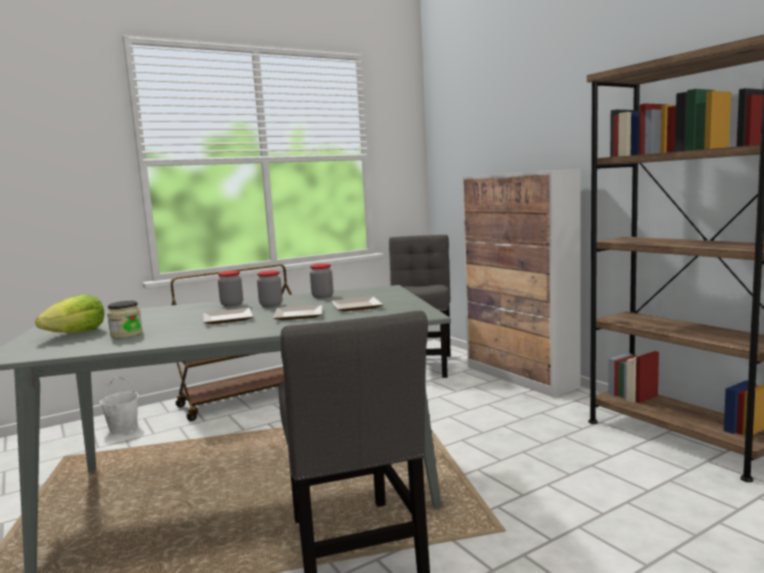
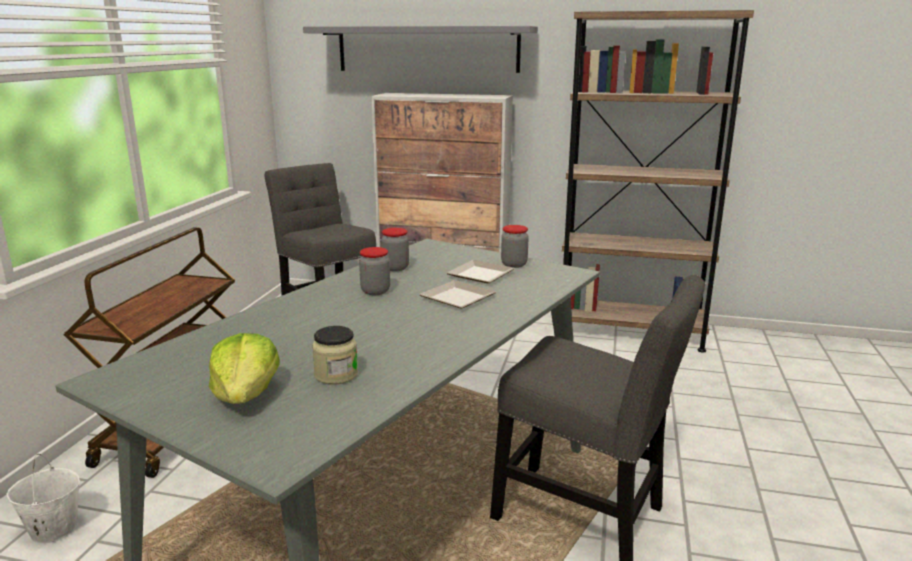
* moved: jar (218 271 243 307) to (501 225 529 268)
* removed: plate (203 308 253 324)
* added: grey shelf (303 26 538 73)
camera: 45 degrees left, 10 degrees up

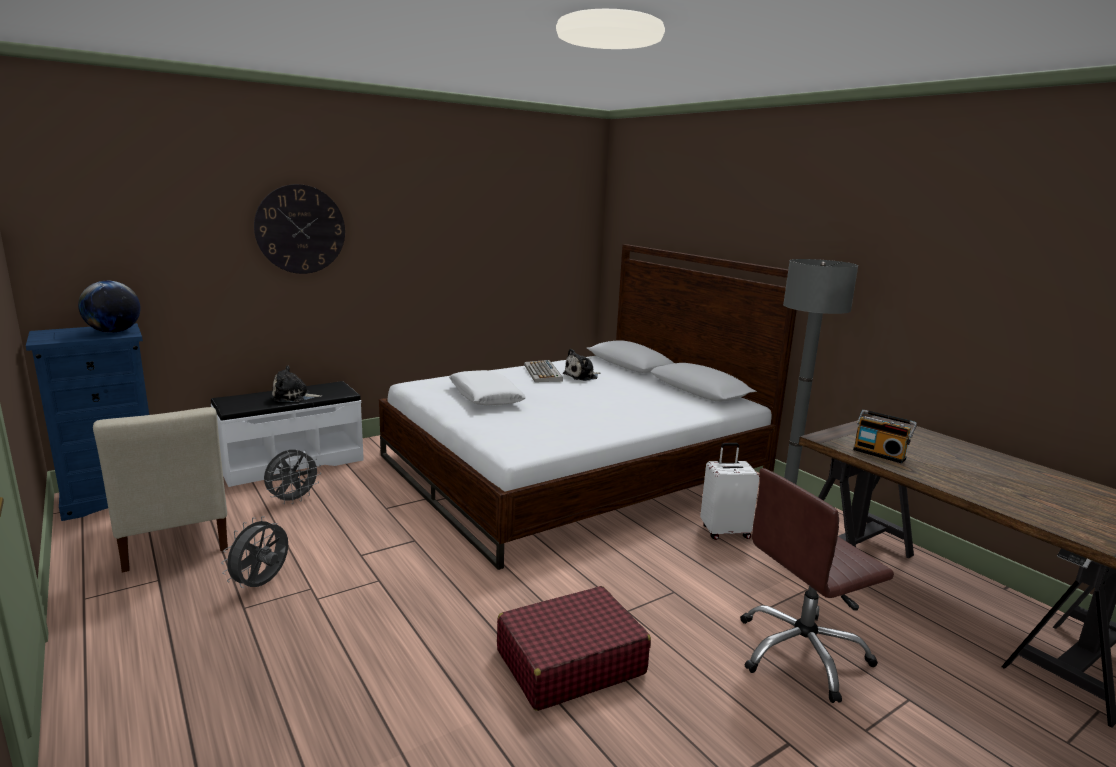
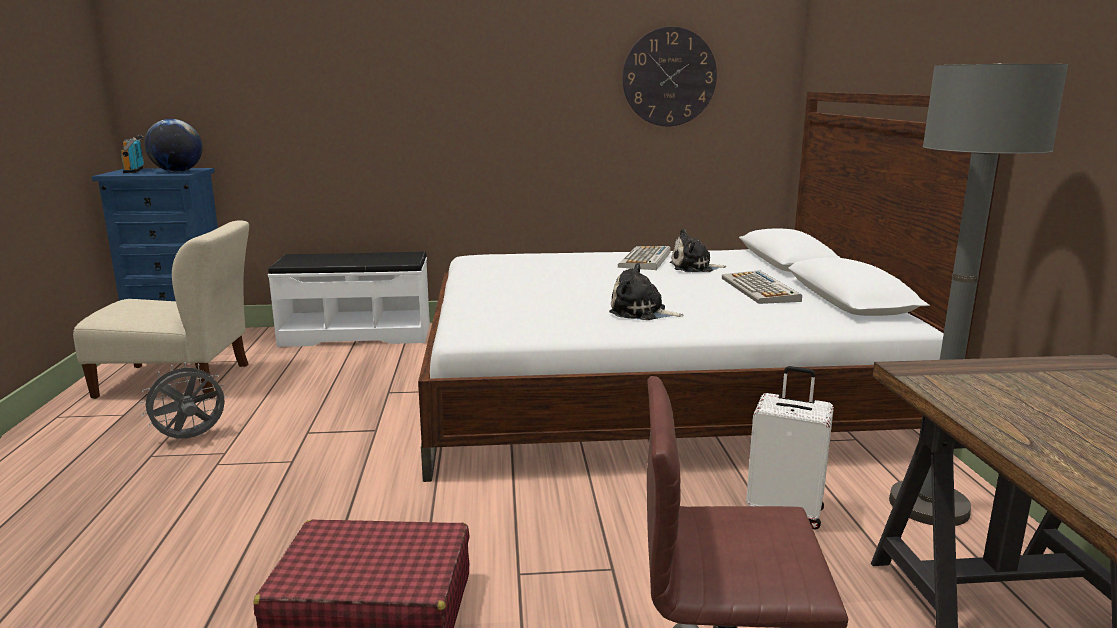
* moved: wall clock (254 184 345 274) to (622 27 717 126)
* moved: plush toy (272 365 322 402) to (609 263 684 320)
* removed: white pillow (449 370 526 405)
* turned: beige chair (93 407 228 572) = (73 221 249 399) 90 degrees counterclockwise
* moved: radio (853 410 917 463) to (121 135 144 173)
* removed: grey fan (264 449 321 504)
* added: keyboard (722 270 802 304)
camera: 30 degrees right, 0 degrees up

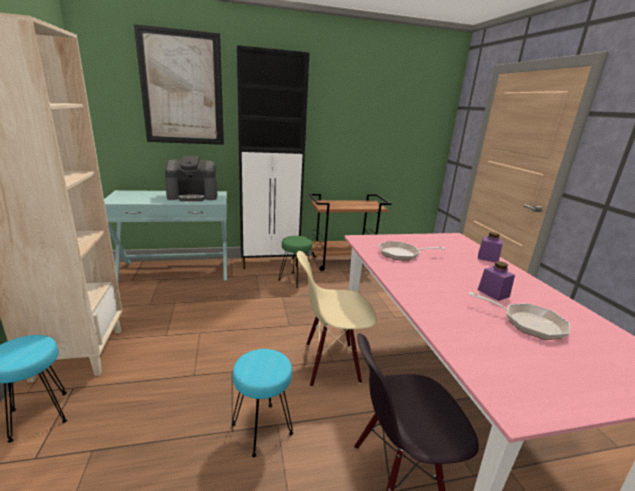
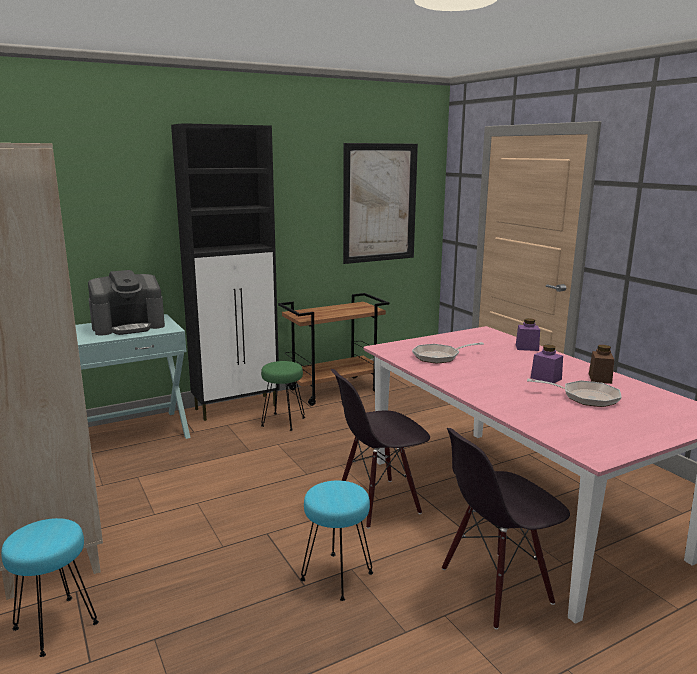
* moved: picture (134 24 224 145) to (343 143 418 264)
* recoloured: beige chair (297 251 377 387) to black chair (331 369 430 529)
* added: brown jar (589 345 614 384)
camera: 15 degrees left, 5 degrees down

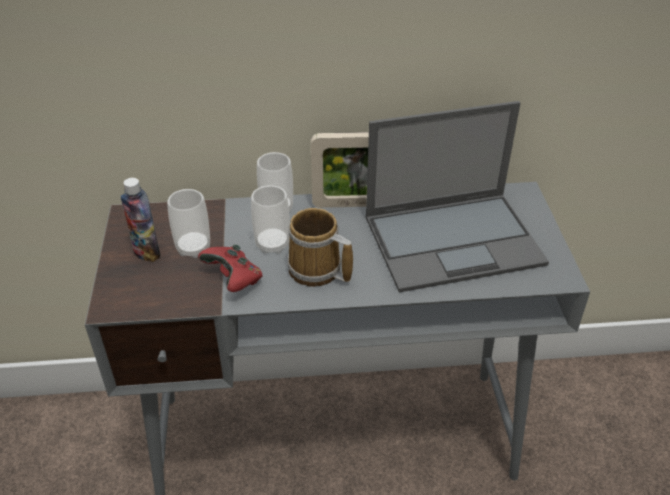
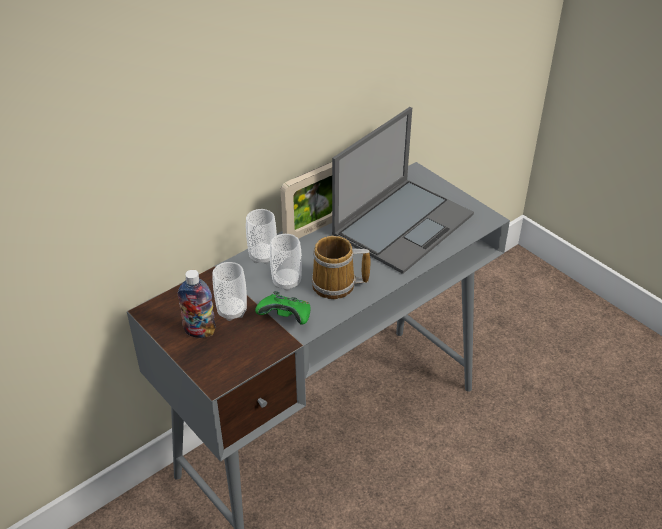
* recoloured: red game controller (198 244 263 292) to green game controller (255 291 310 325)
camera: 35 degrees left, 0 degrees up

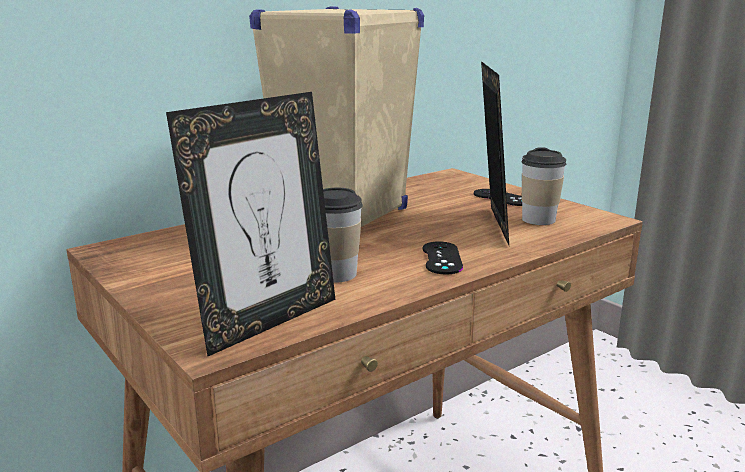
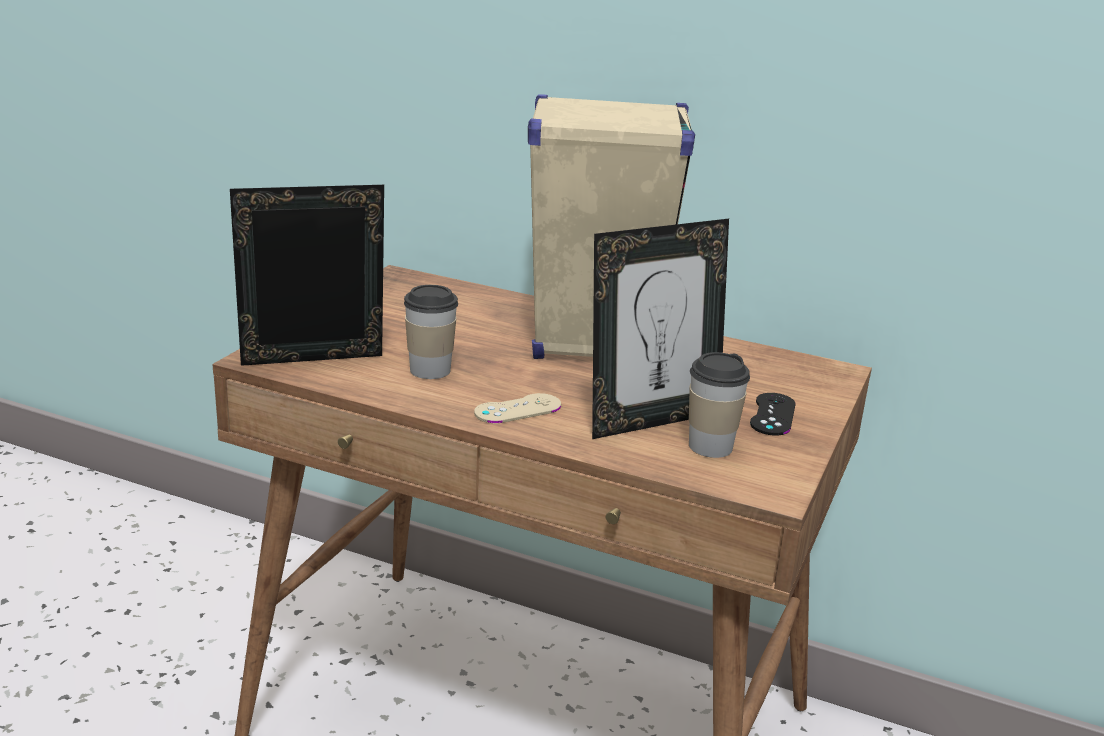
* turned: picture frame (166 92 335 356) = (230 185 384 366) 150 degrees clockwise
* recoloured: black game controller (423 241 463 275) to beige game controller (474 393 561 423)
camera: 60 degrees right, 5 degrees up

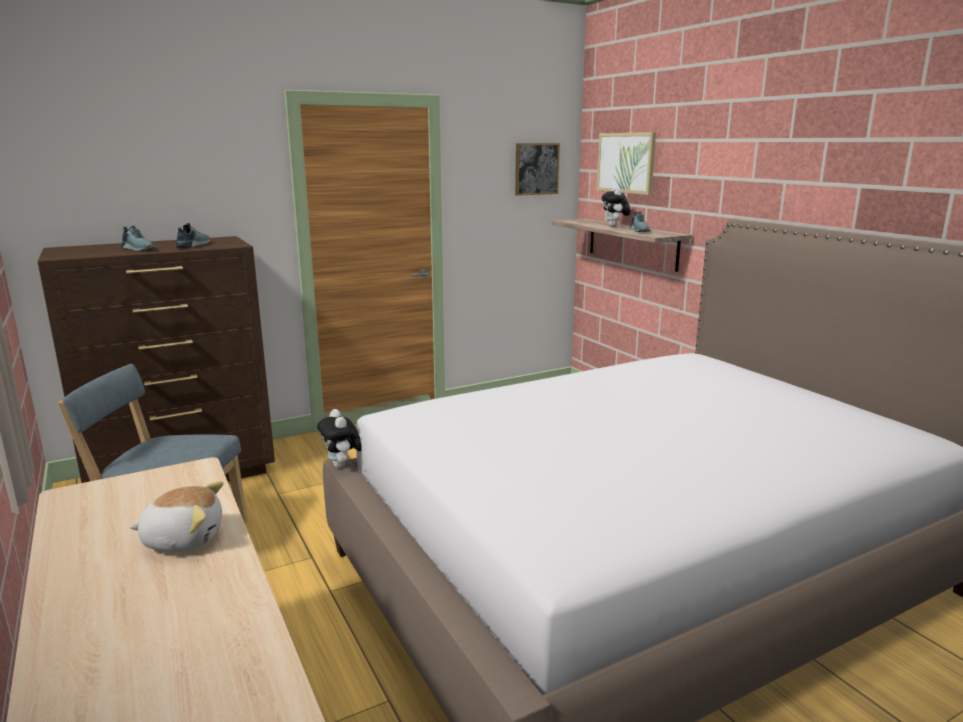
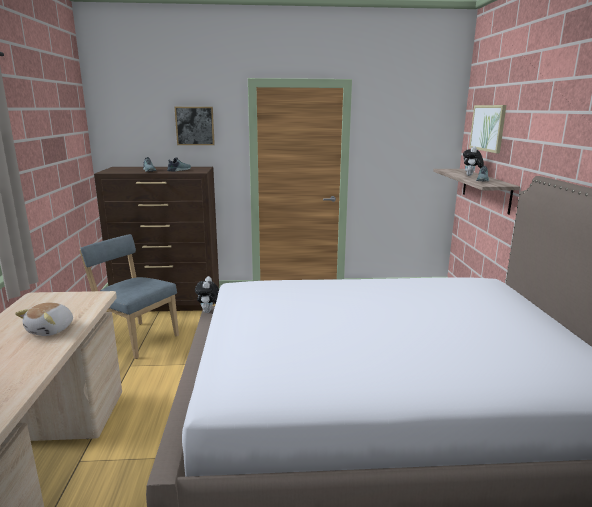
* moved: picture (515 143 560 196) to (175 107 215 145)
* turned: plush toy (130 481 224 552) = (15 303 73 336) 90 degrees clockwise
camera: 25 degrees right, 0 degrees up

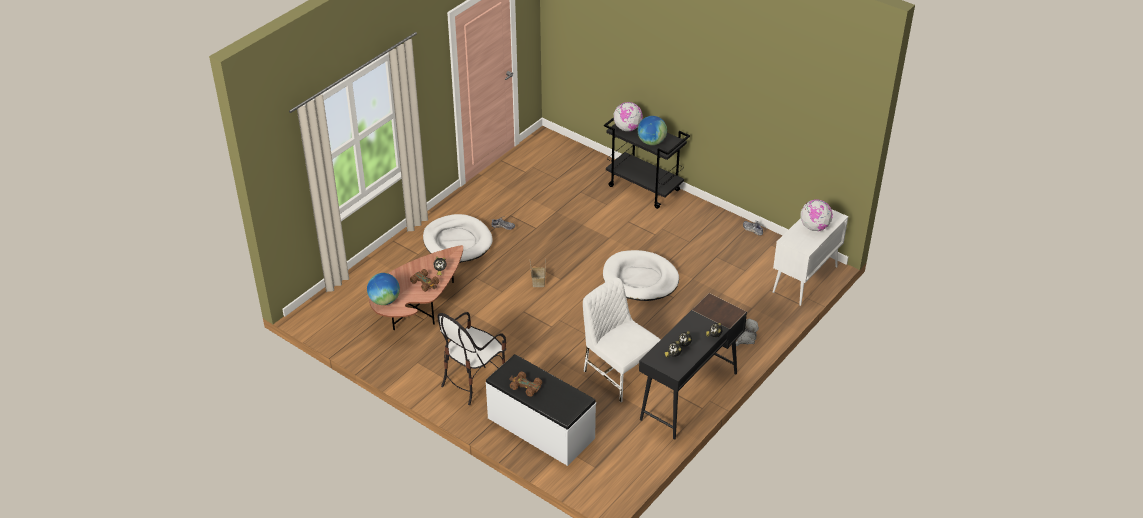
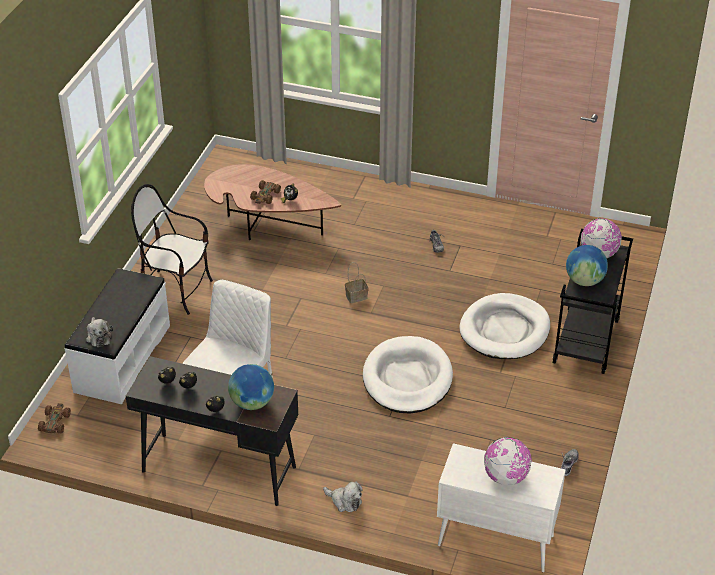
* moved: white dog bed (423 214 493 263) to (459 293 550 359)
* moved: globe (367 273 400 305) to (228 364 274 410)
* moved: brown toy car (510 372 542 397) to (38 403 71 434)
* added: plush toy (86 317 113 347)
camera: 70 degrees right, 0 degrees up

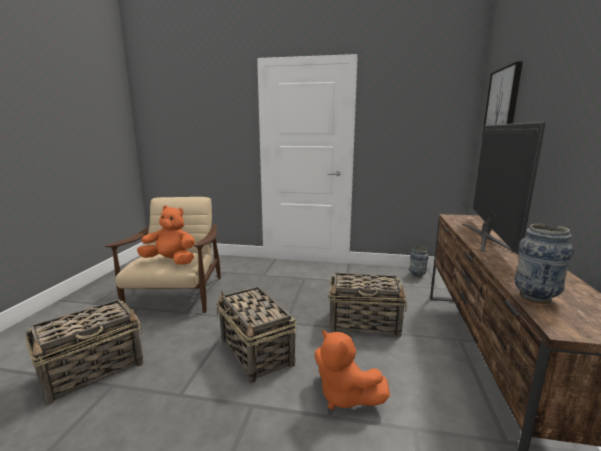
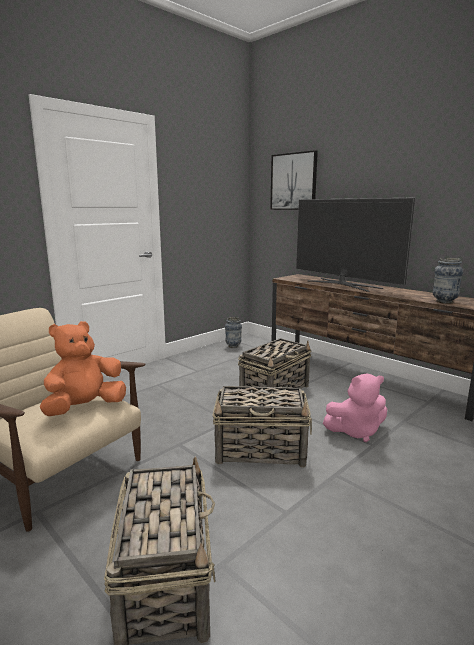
* recoloured: orange plush toy (315 330 390 410) to pink plush toy (323 373 387 442)
camera: 55 degrees left, 0 degrees up

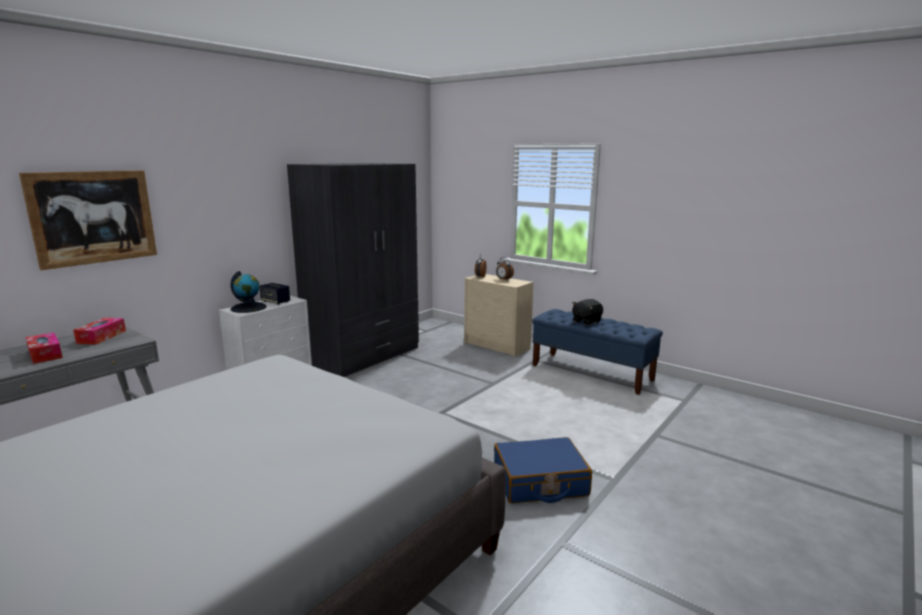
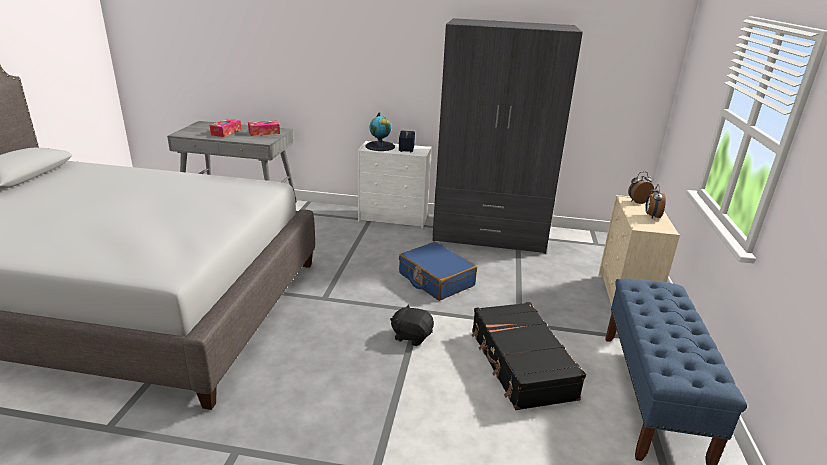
* removed: picture (19 170 157 270)
* moved: black plush toy (572 299 603 325) to (390 304 434 346)
* moved: blue suitcase (494 437 592 503) to (399 242 477 301)
* added: black suitcase (472 302 586 410)
camera: 60 degrees right, 10 degrees up

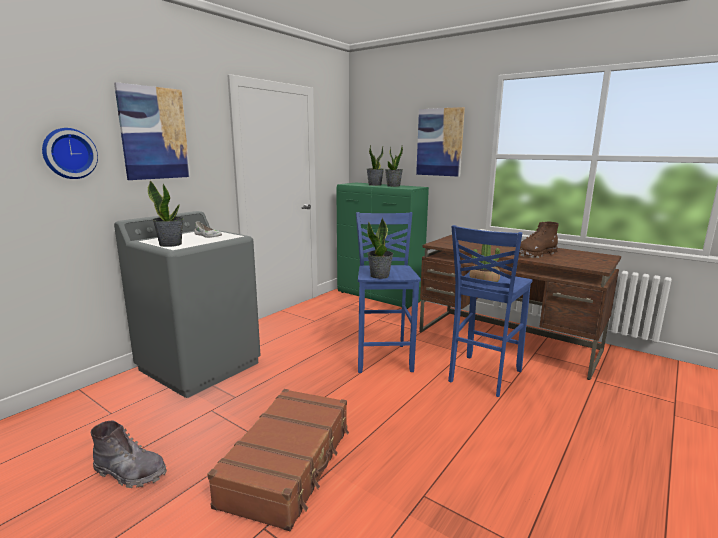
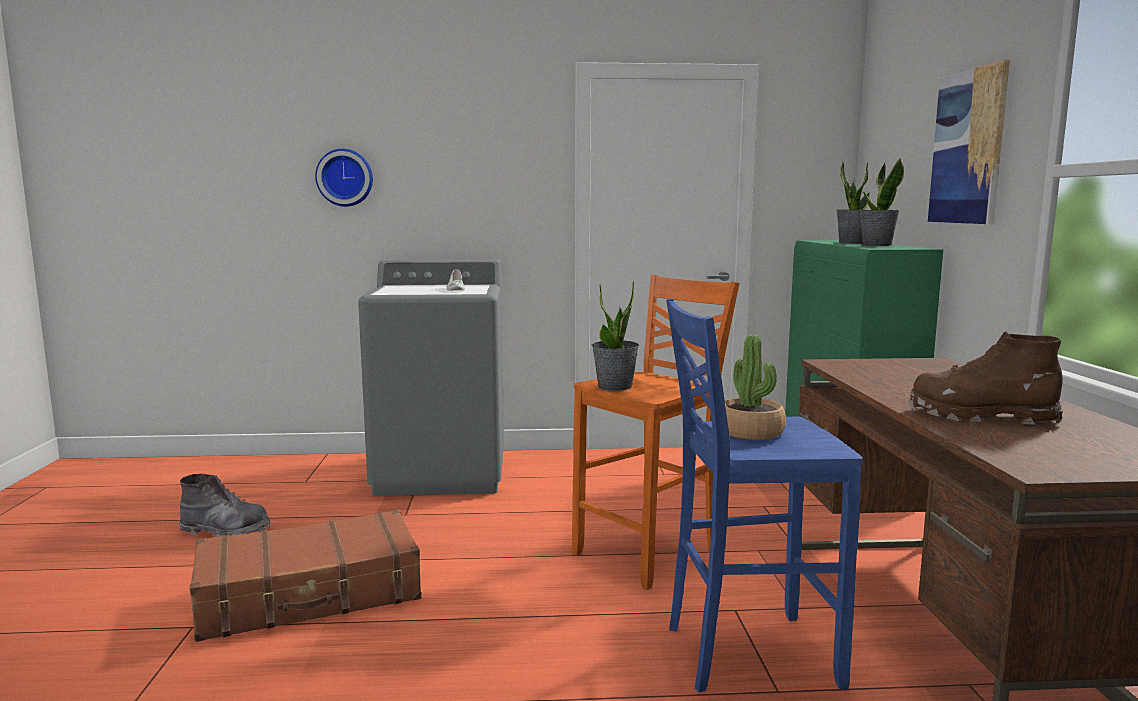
* removed: picture (114 82 190 180)
* removed: potted plant (148 181 184 247)
* recoloured: blue stool (356 212 421 373) to orange stool (572 275 739 590)
* turned: grey boot (91 421 167 488) = (179 474 270 537) 60 degrees counterclockwise
camera: 50 degrees right, 5 degrees down

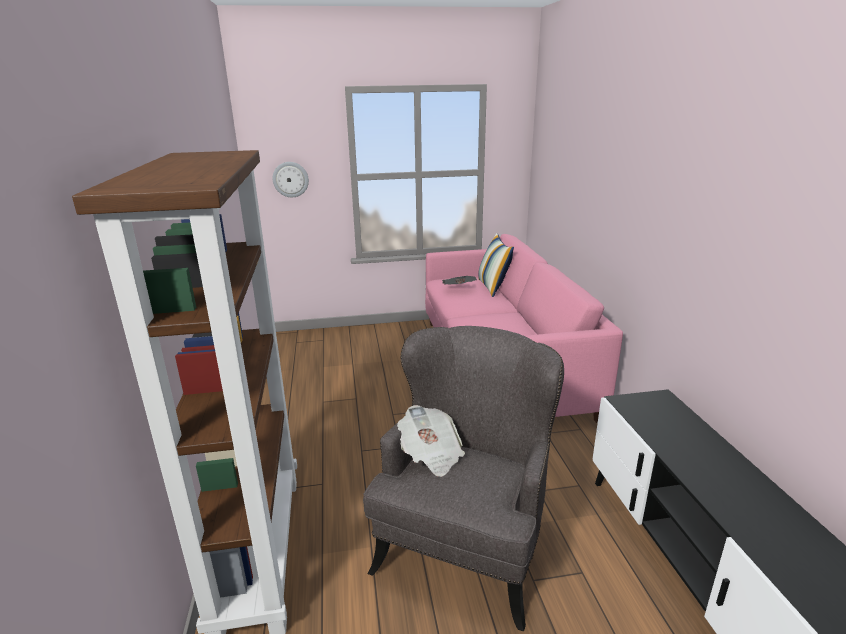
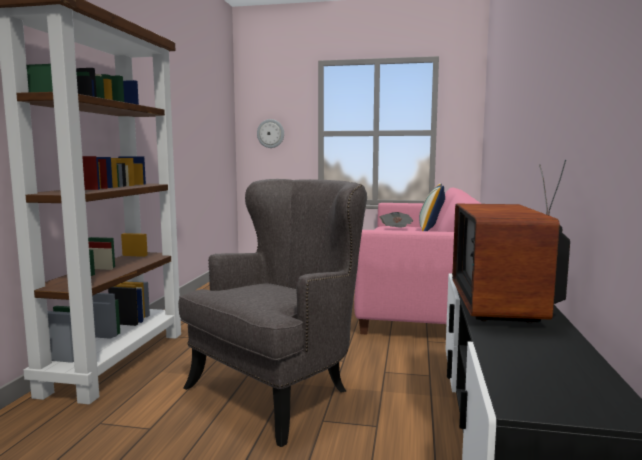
* removed: newspaper (397 405 465 477)
* added: television (452 160 570 323)
camera: 20 degrees right, 15 degrees down

